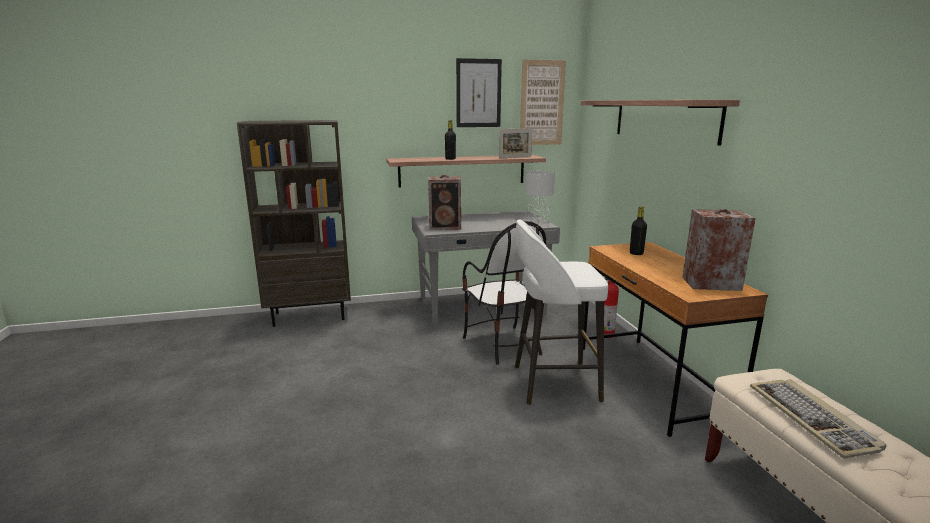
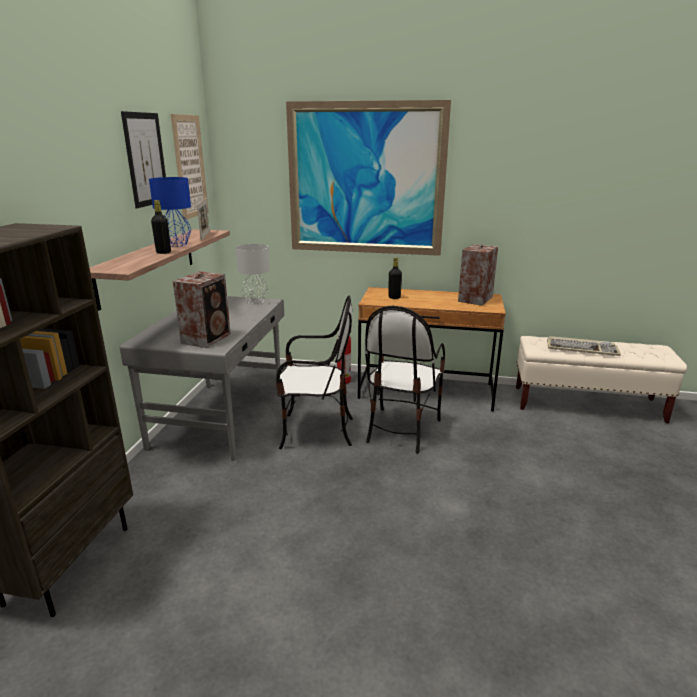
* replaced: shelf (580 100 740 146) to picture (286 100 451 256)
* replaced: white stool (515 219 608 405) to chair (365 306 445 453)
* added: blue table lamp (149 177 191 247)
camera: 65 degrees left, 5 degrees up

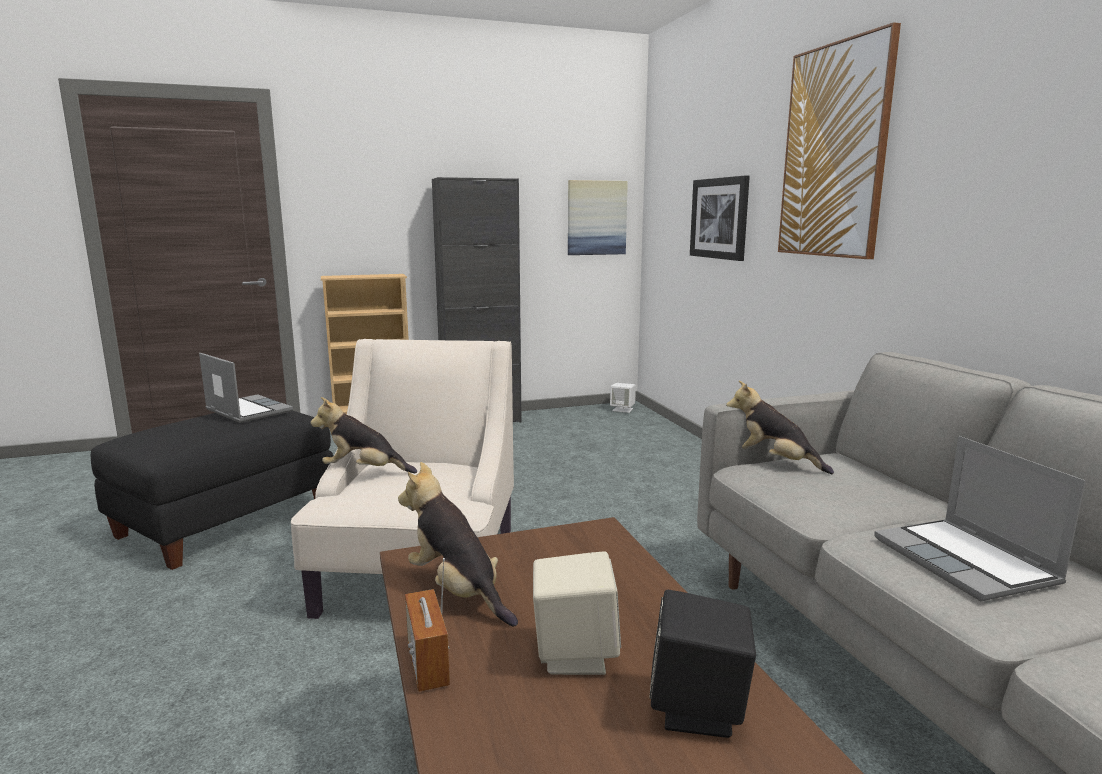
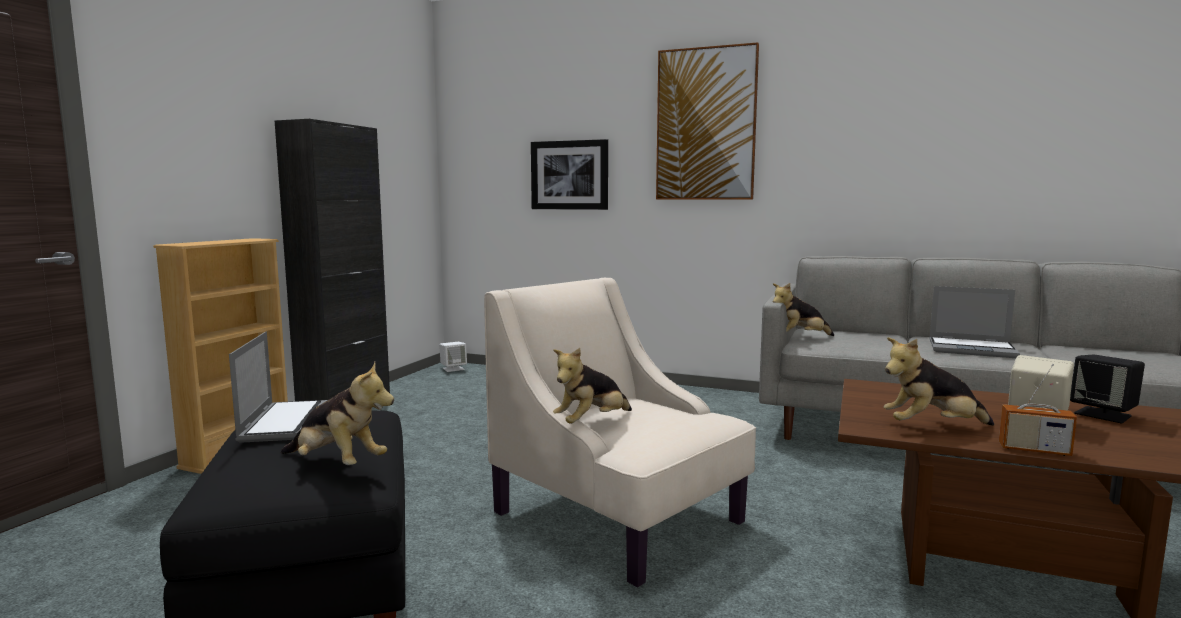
* removed: picture (568 180 628 255)
* turned: laptop (199 353 293 423) = (229 332 327 443) 90 degrees clockwise
* added: plush toy (281 362 394 465)
camera: 50 degrees left, 5 degrees down

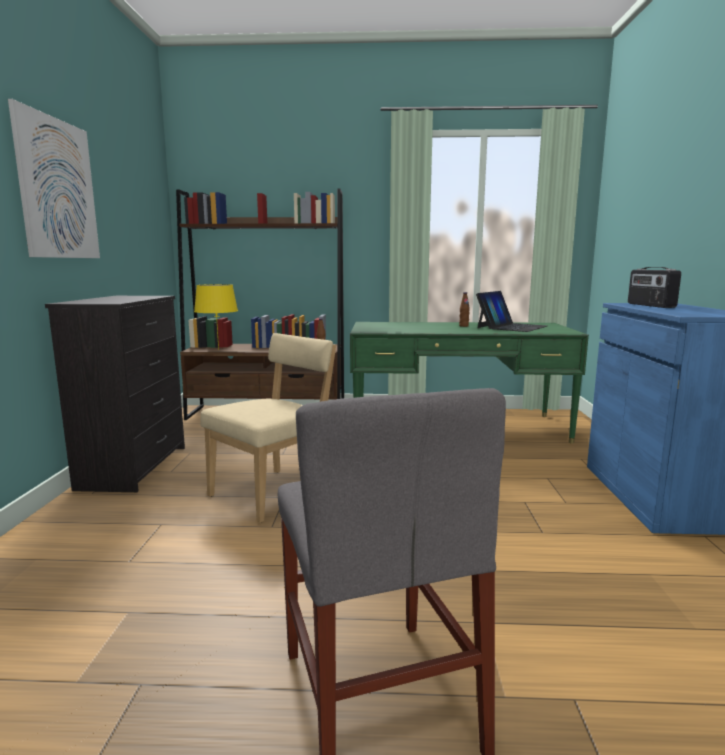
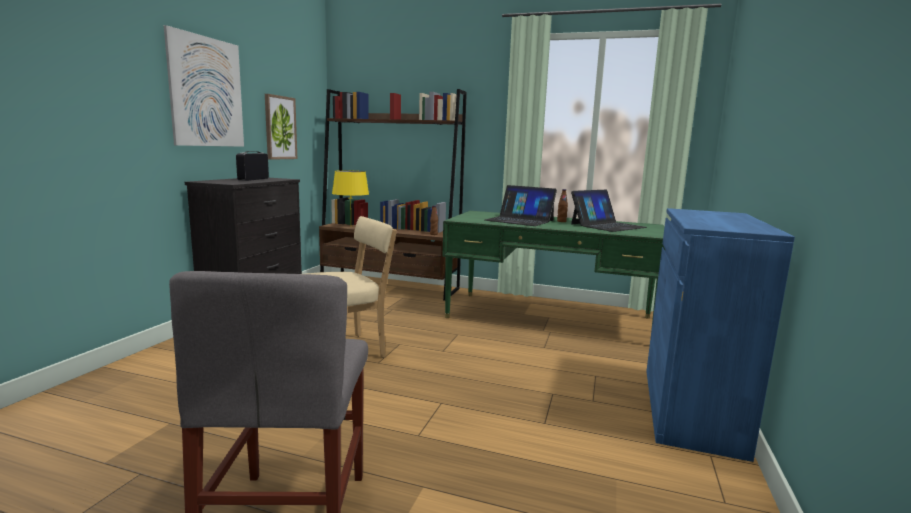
* moved: radio (628 267 681 308) to (236 151 269 181)
* added: picture (265 94 297 160)
* added: laptop (485 185 557 226)
camera: 15 degrees right, 0 degrees up

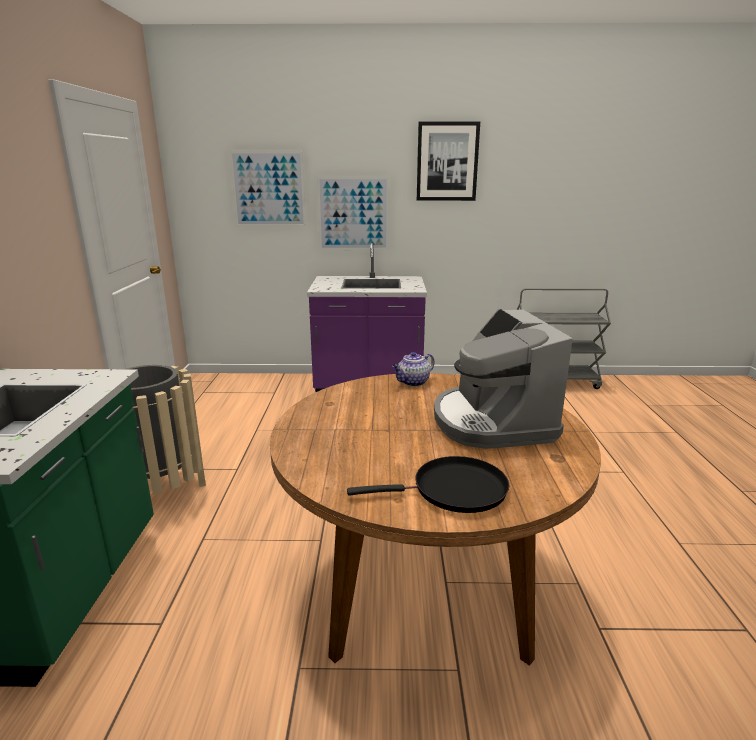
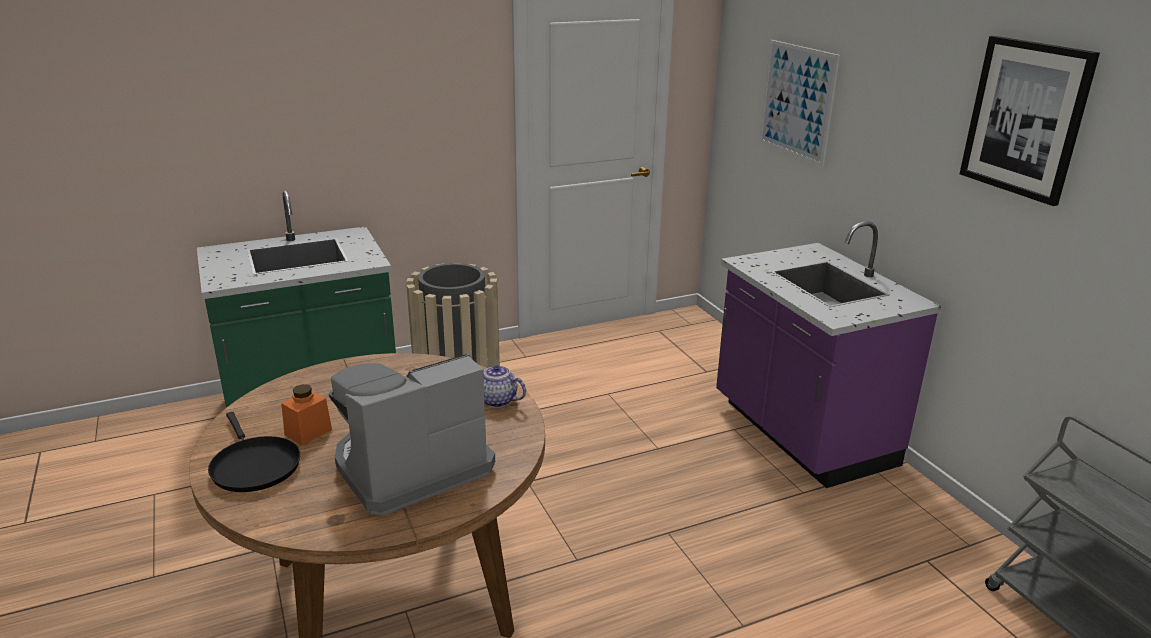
* removed: picture (317 177 389 250)
* added: orange jar (281 384 332 446)
camera: 65 degrees right, 5 degrees up

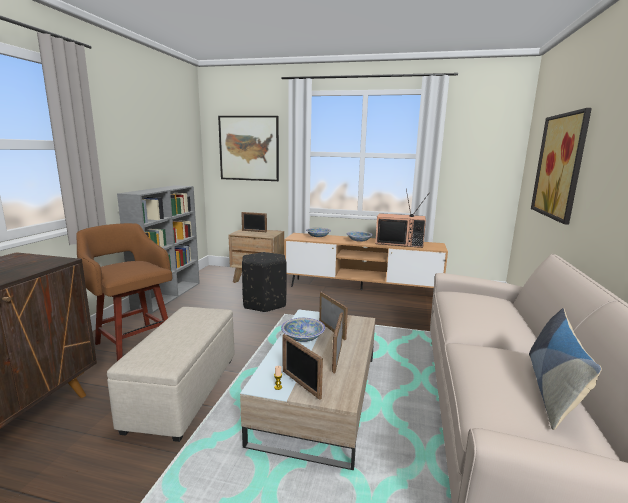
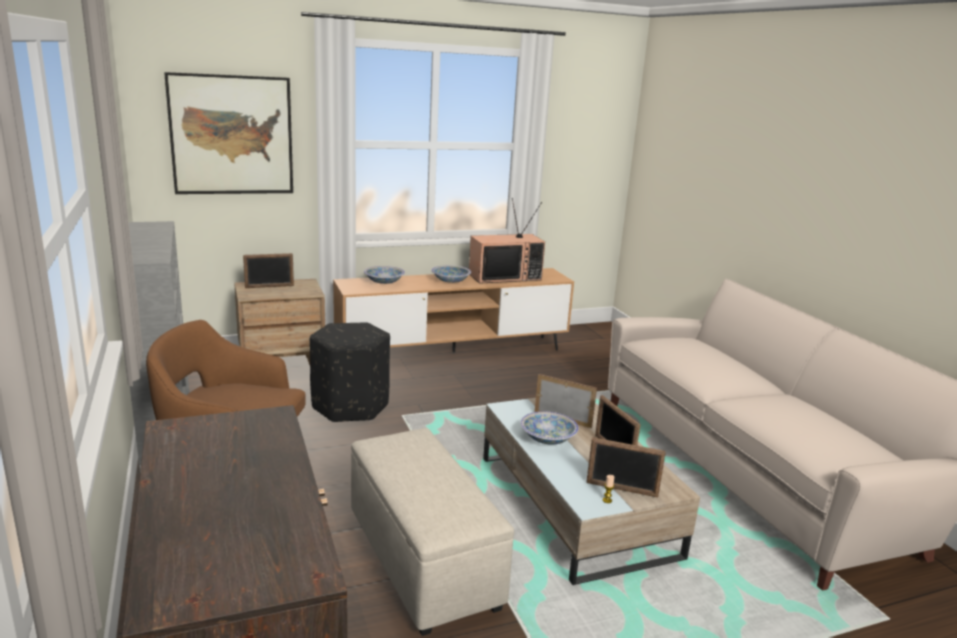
* removed: picture (531 108 592 225)
* removed: pillow (529 308 602 430)
camera: 35 degrees left, 5 degrees up

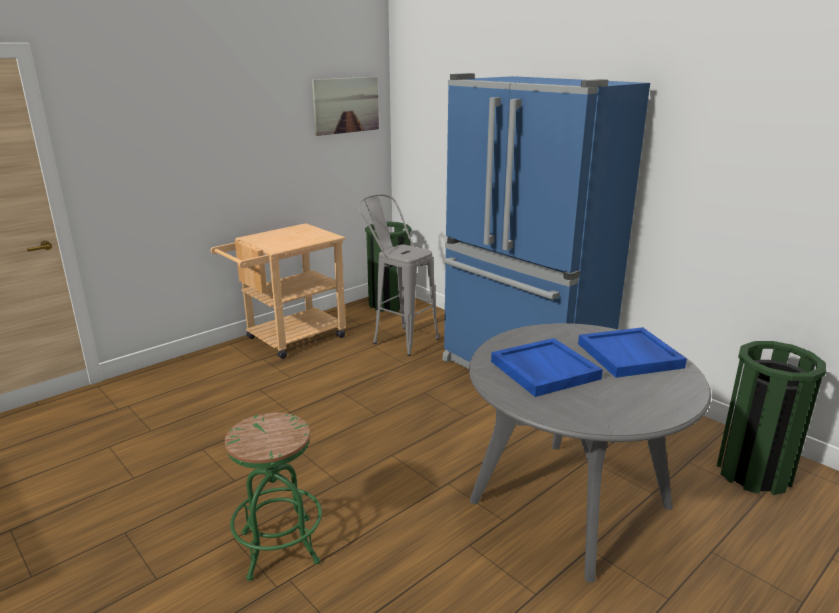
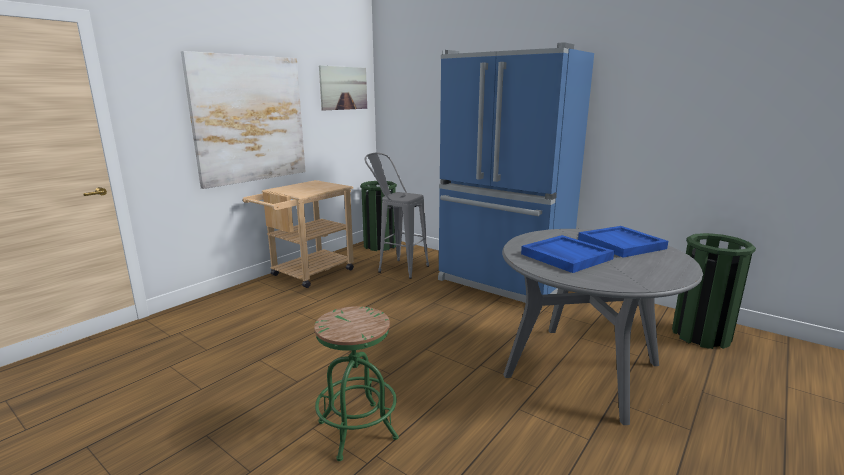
* added: picture (181 51 306 189)
camera: 10 degrees left, 5 degrees down

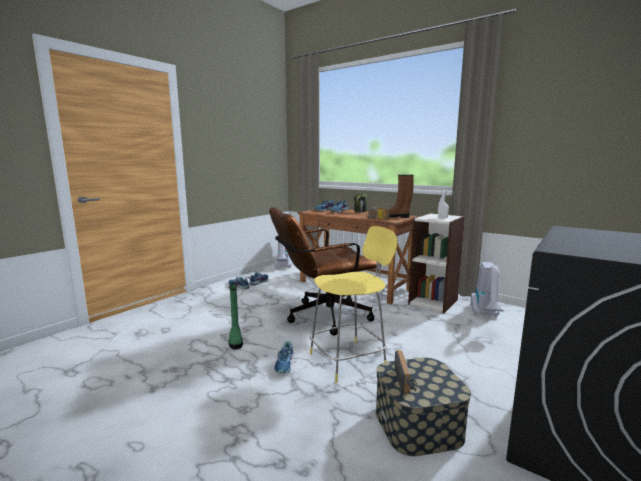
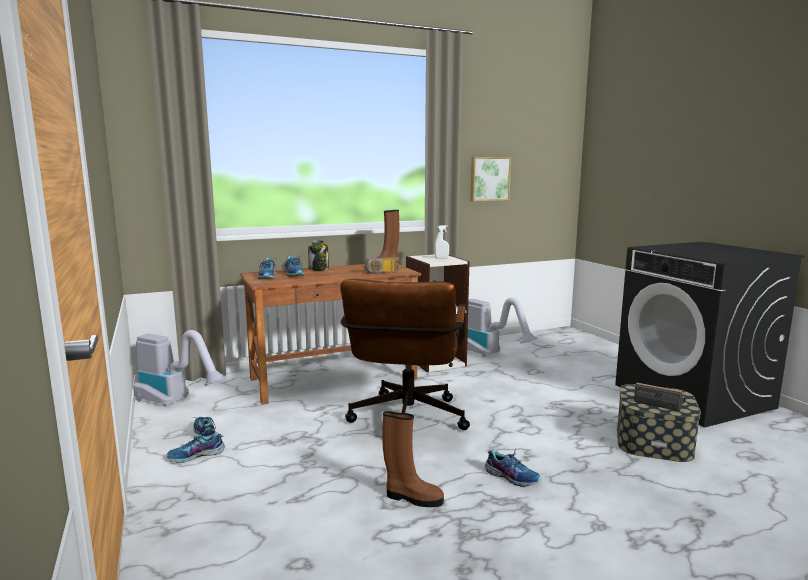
* removed: yellow stool (310 226 398 383)
* recoloured: green boot (228 282 243 349) to brown boot (382 411 444 507)
* added: picture (470 157 511 201)
camera: 60 degrees left, 0 degrees up

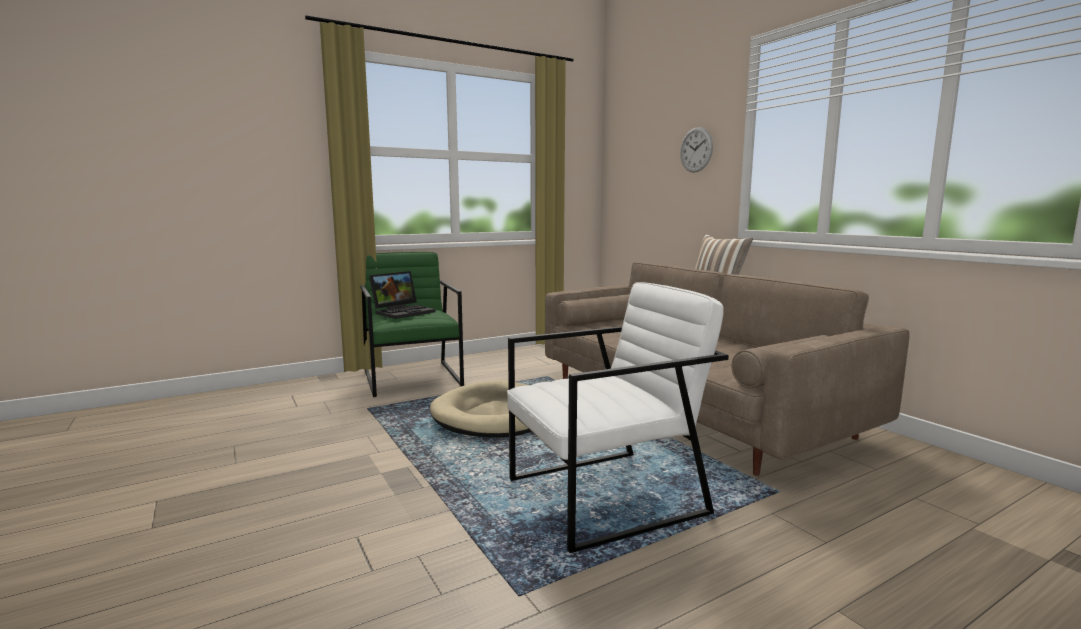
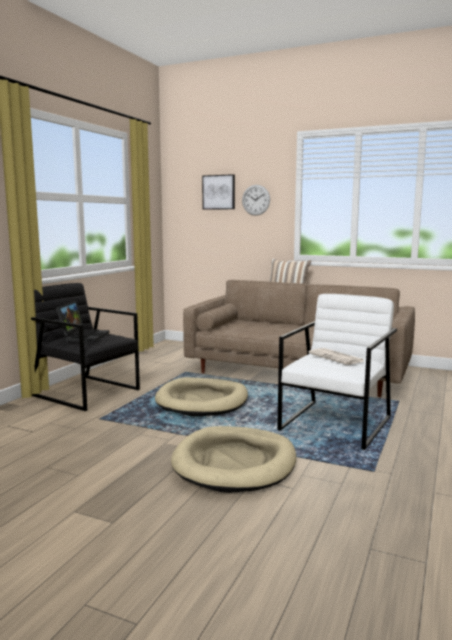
* recoloured: green armchair (360 252 464 397) to black armchair (31 283 140 411)
* added: picture (202 174 235 210)
* added: newspaper (308 348 364 365)
* added: beige dog bed (171 426 296 493)
camera: 35 degrees left, 0 degrees up

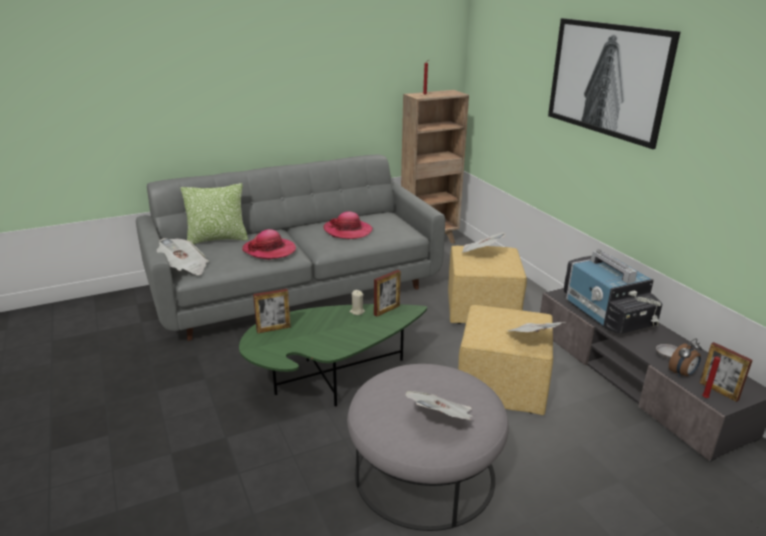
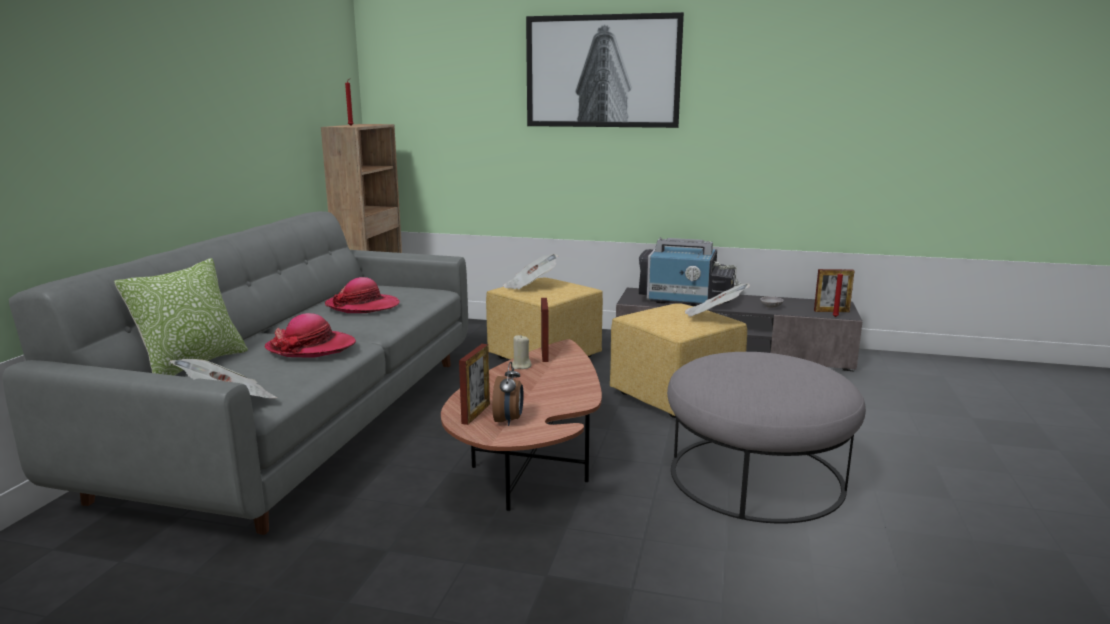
* recoloured: green coffee table (239 304 427 406) to brown coffee table (441 339 602 511)
* moved: alarm clock (669 339 702 378) to (492 362 523 426)
* removed: newspaper (406 391 473 420)
camera: 50 degrees left, 10 degrees down

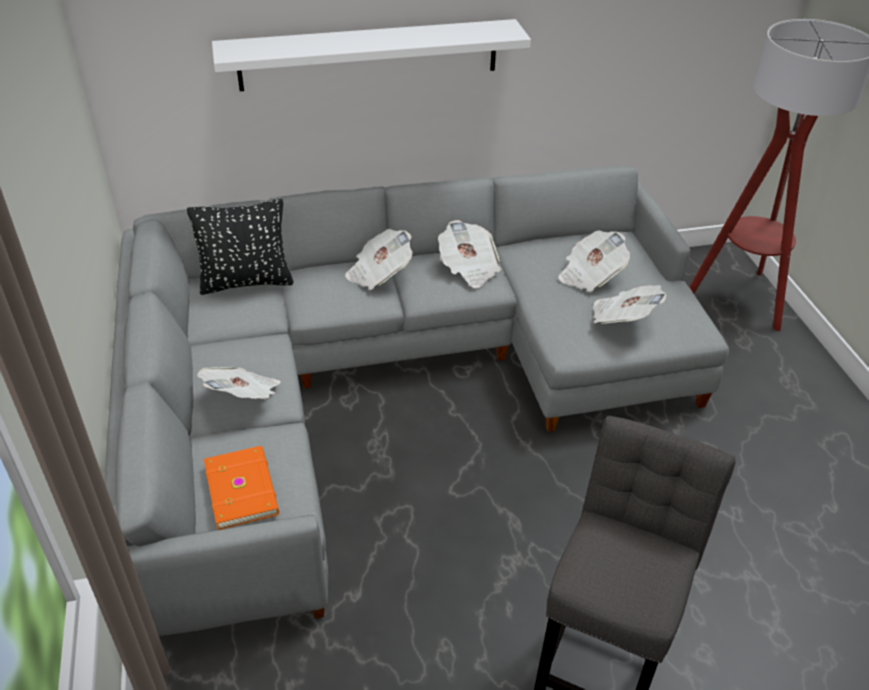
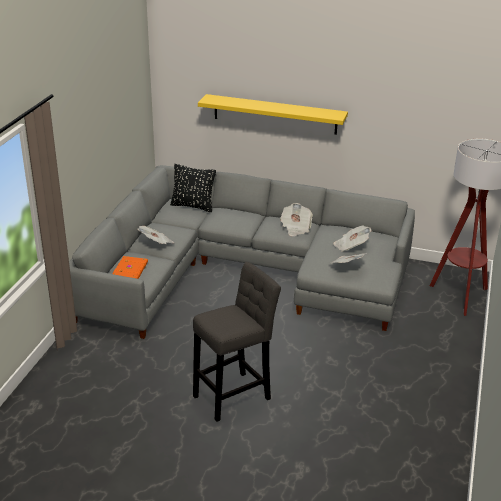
* recoloured: white shelf (212 19 531 91) to yellow shelf (198 94 348 135)
* removed: newspaper (345 229 413 290)
camera: 30 degrees right, 10 degrees down

